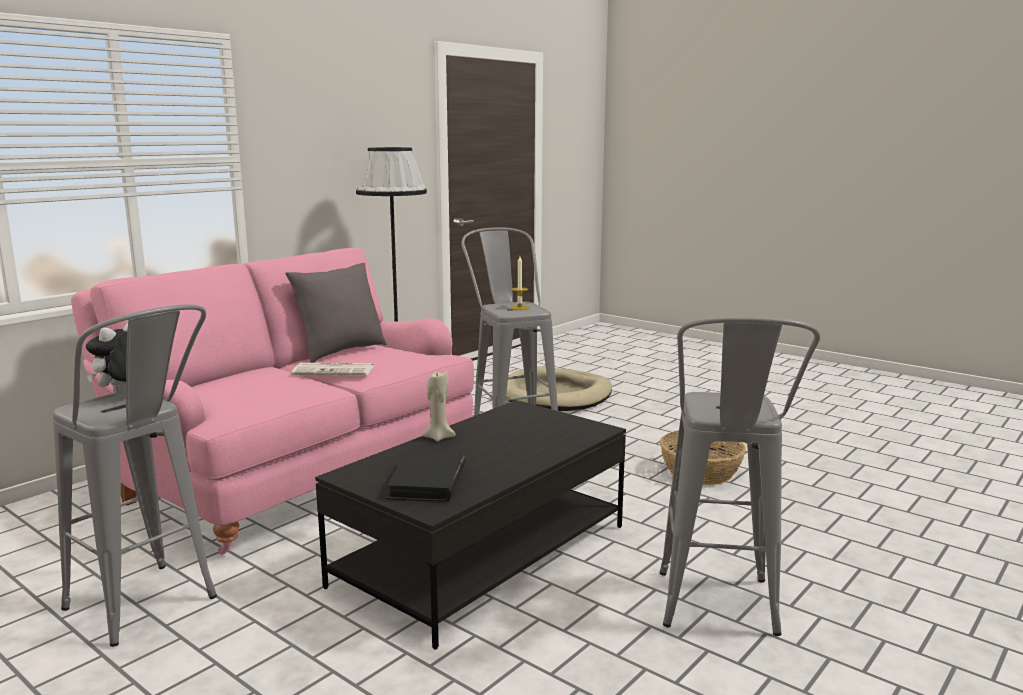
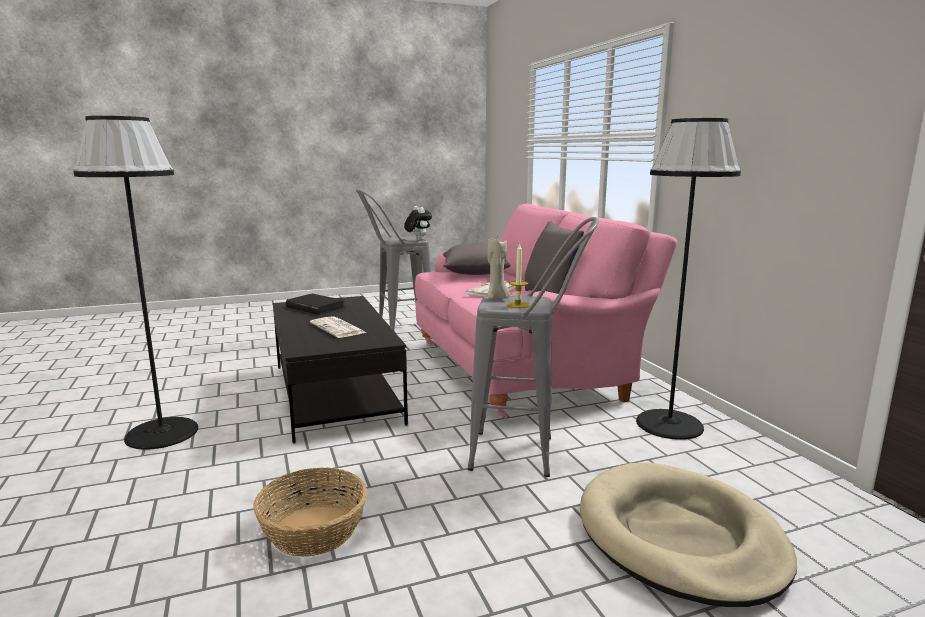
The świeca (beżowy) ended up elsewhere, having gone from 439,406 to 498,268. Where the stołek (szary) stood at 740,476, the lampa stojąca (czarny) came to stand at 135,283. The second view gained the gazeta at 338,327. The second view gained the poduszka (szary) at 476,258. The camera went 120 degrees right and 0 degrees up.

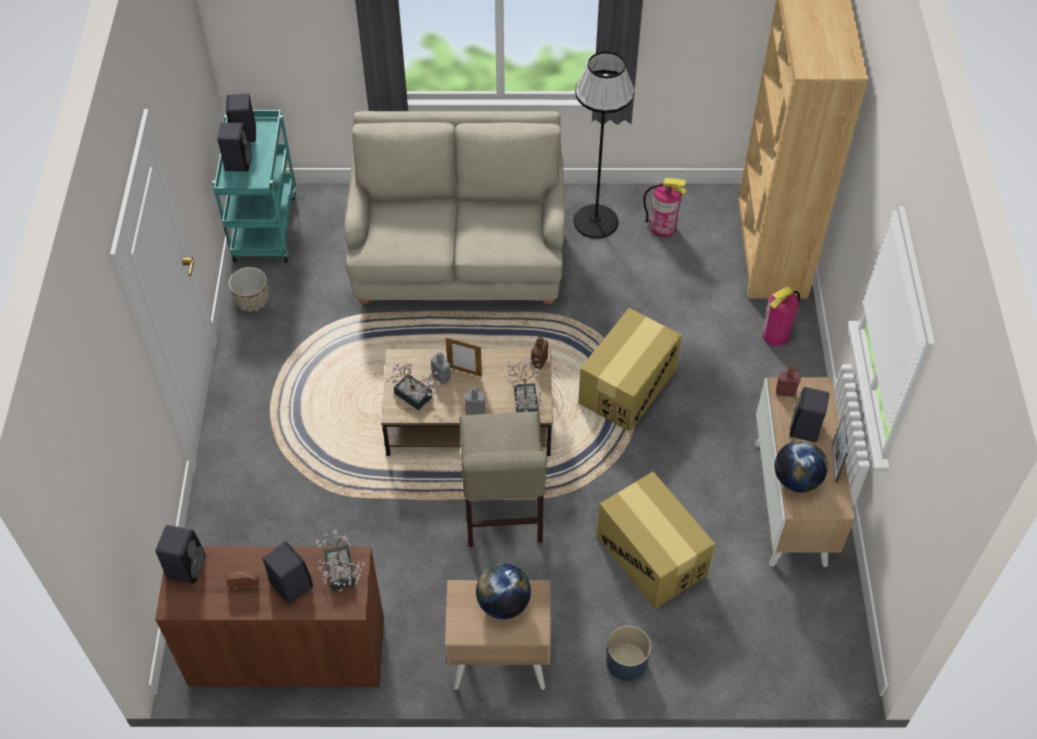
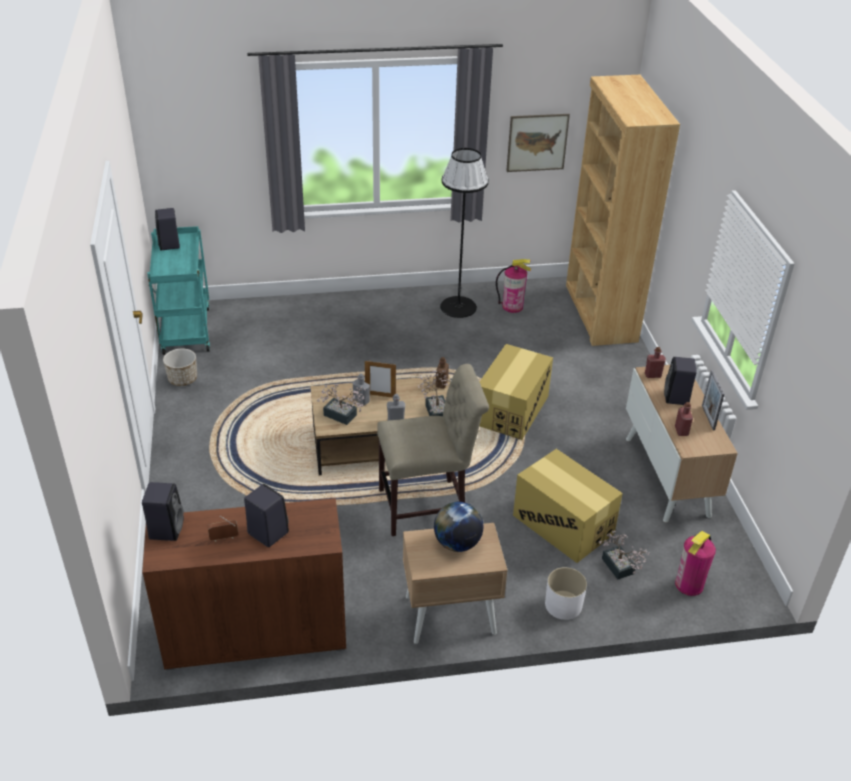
The second view lost the głośnik (czarny) at 235,147. The roślina doniczkowa ended up elsewhere, having gone from 340,561 to 624,555. The second view lost the kanapa (beżowy) at 455,208. The krzesło (beżowy) at 503,479 ended up facing another way, 90 degrees counterclockwise from before. What was the donica (niebieski) at 628,653 turned into the donica (biały) at 566,593. The gaśnica ended up elsewhere, having gone from 781,316 to 695,563. Where the globus stood at 801,466, the butelka (czerwony) came to stand at 684,419. The second view gained the obraz at 538,143. The camera went 10 degrees left and 15 degrees down.

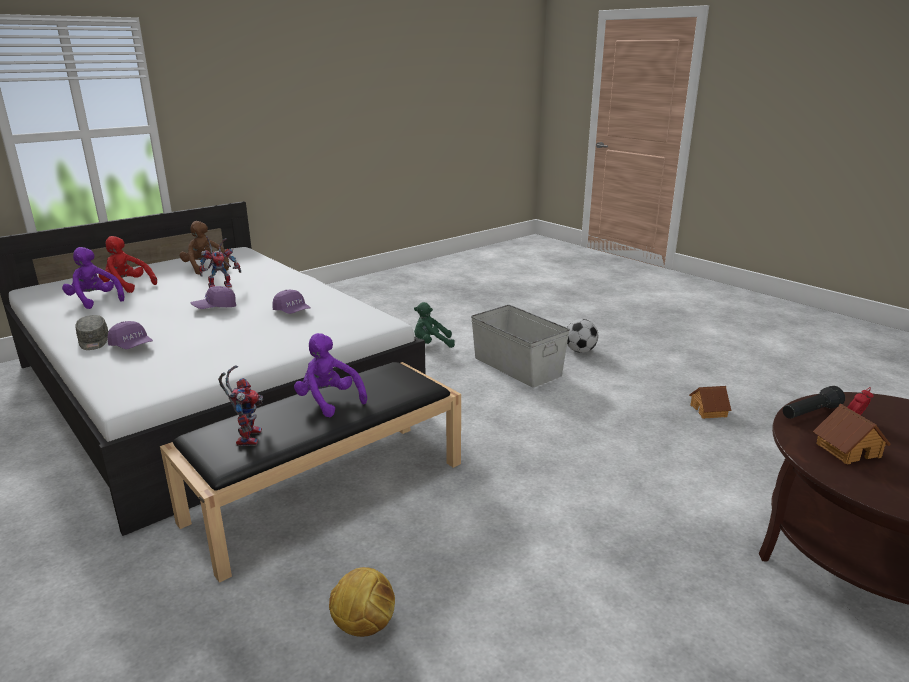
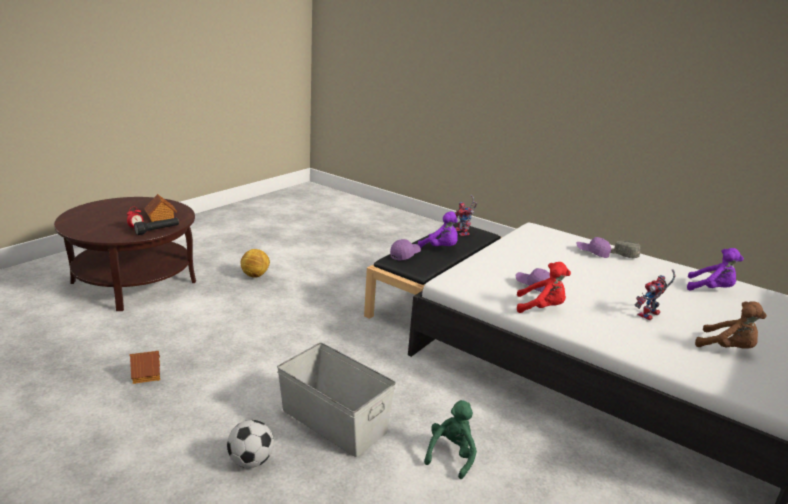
The pluszak (czerwony) ended up elsewhere, having gone from 128,264 to 544,287. The czapka z daszkiem (fioletowy) ended up elsewhere, having gone from 213,297 to 405,250. The piłka futbolowa ended up elsewhere, having gone from 362,602 to 255,263. The pluszak (zielony) at 434,325 ended up facing another way, 45 degrees counterclockwise from before. The camera went 165 degrees right and 0 degrees up.

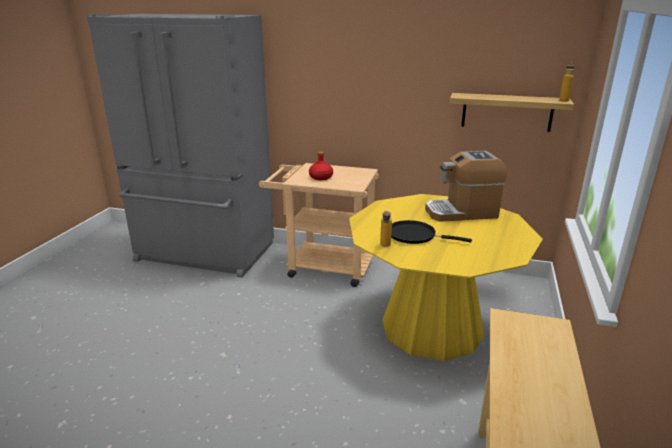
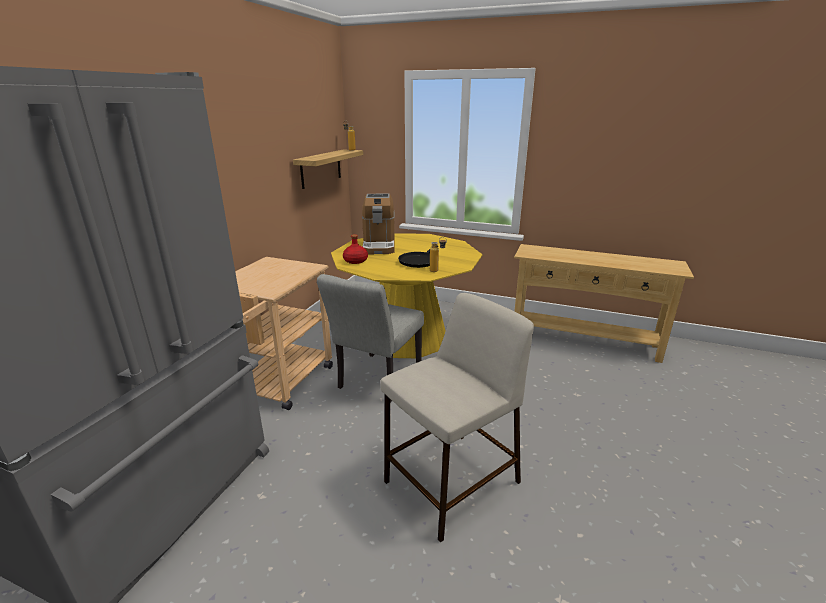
The butelka (czerwony) ended up elsewhere, having gone from 321,165 to 355,249. The second view gained the krzesło (szary) at 370,338. The second view gained the stołek (beżowy) at 457,417. The camera went 85 degrees left and 0 degrees up.

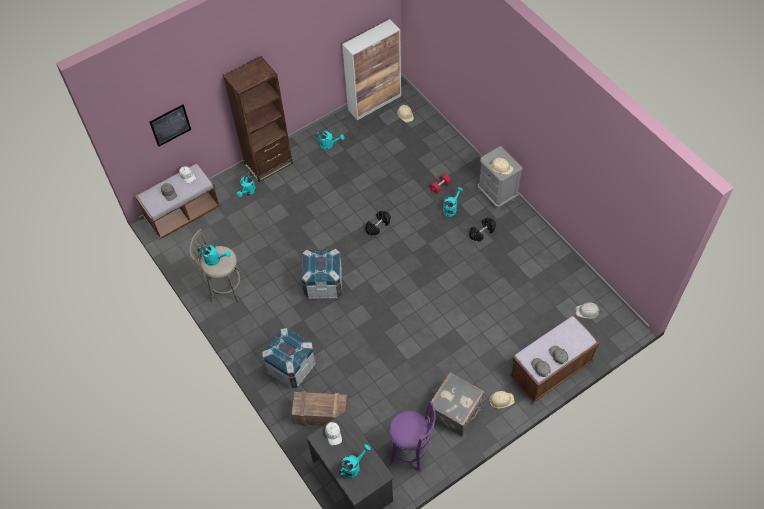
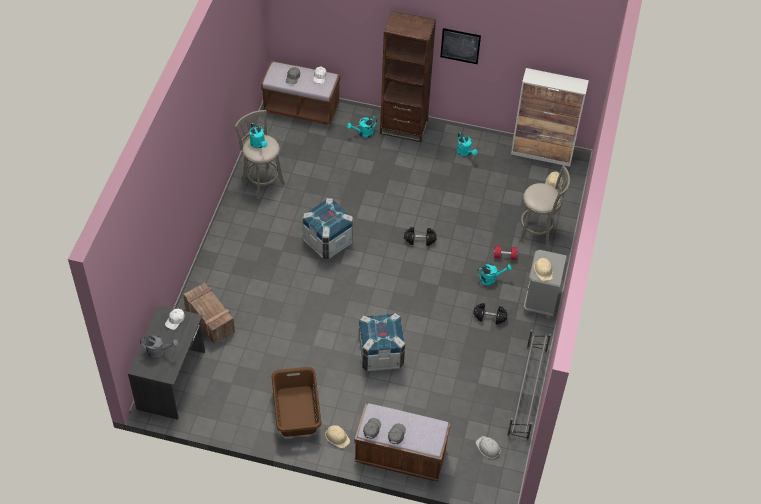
The obraz ended up elsewhere, having gone from 170,125 to 460,46. The skrzynka ended up elsewhere, having gone from 289,358 to 382,342. What was the konewka (turkusowy) at 355,461 turned into the konewka (szary) at 159,347. The second view lost the stołek (fioletowy) at 412,436. Where the walizka (szary) stood at 457,404, the kosz na pranie (brązowy) came to stand at 296,402. The second view gained the regał na buty (szary) at 529,385. The second view gained the stołek (szary) at 544,206. The camera went 45 degrees right and 5 degrees down.

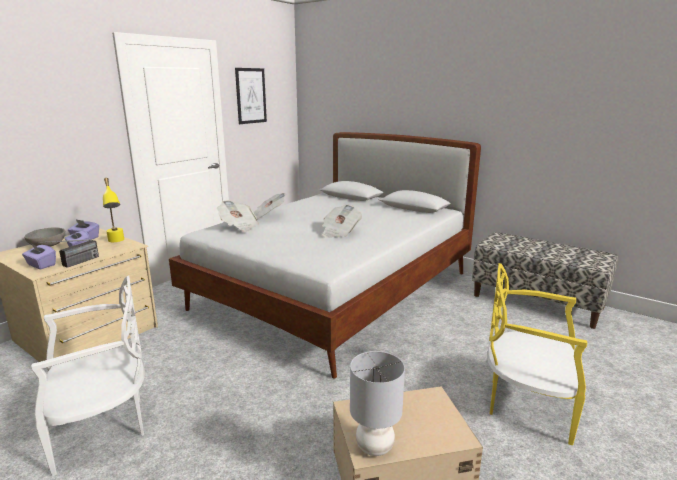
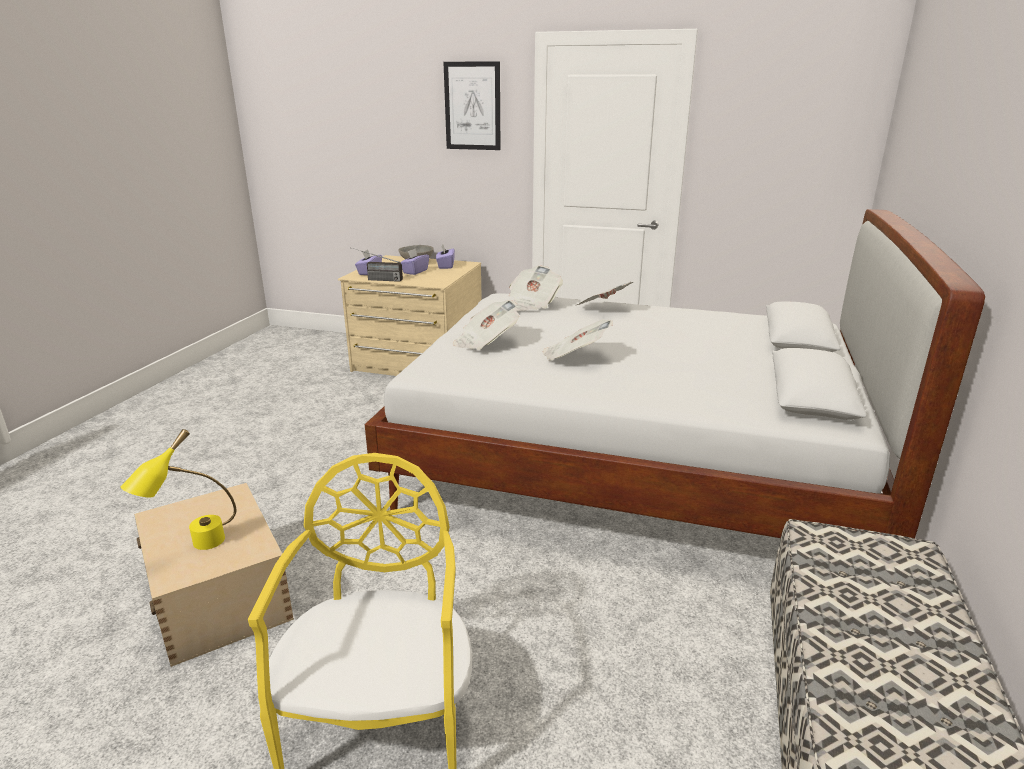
The second view lost the krzesło (biały) at 88,376. The lampa stołowa (żółty) ended up elsewhere, having gone from 113,210 to 178,489. The obraz ended up elsewhere, having gone from 251,96 to 471,105. The second view lost the lampa stołowa (szary) at 377,403. The second view gained the gazeta at 486,325. The camera went 70 degrees right and 5 degrees up.

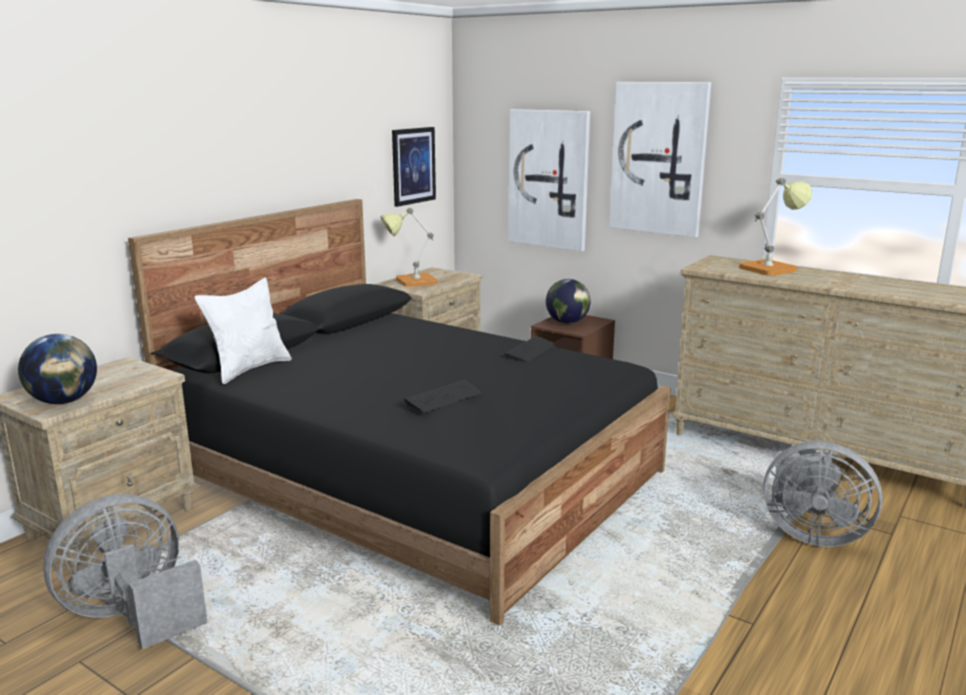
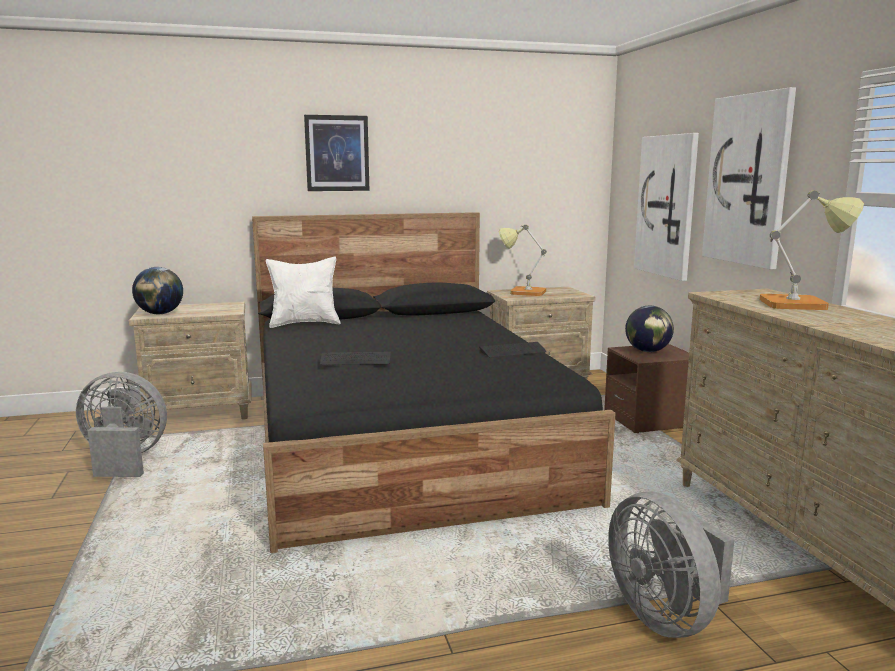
The obraz ended up elsewhere, having gone from 414,167 to 336,153. The camera went 40 degrees right and 5 degrees down.

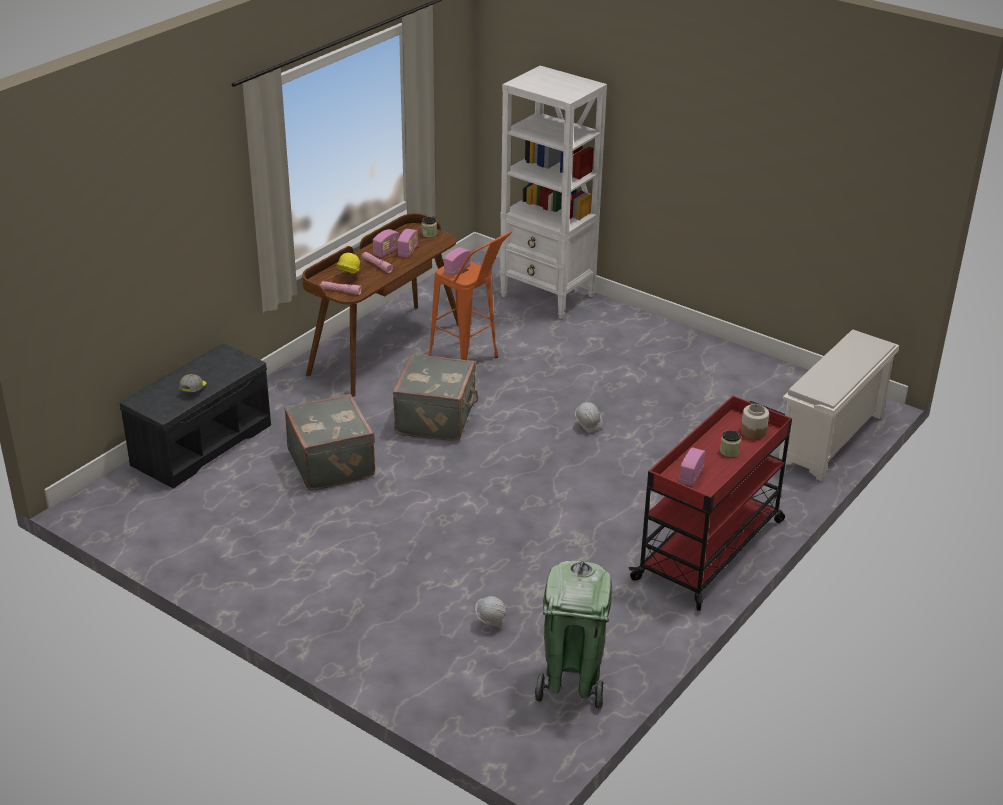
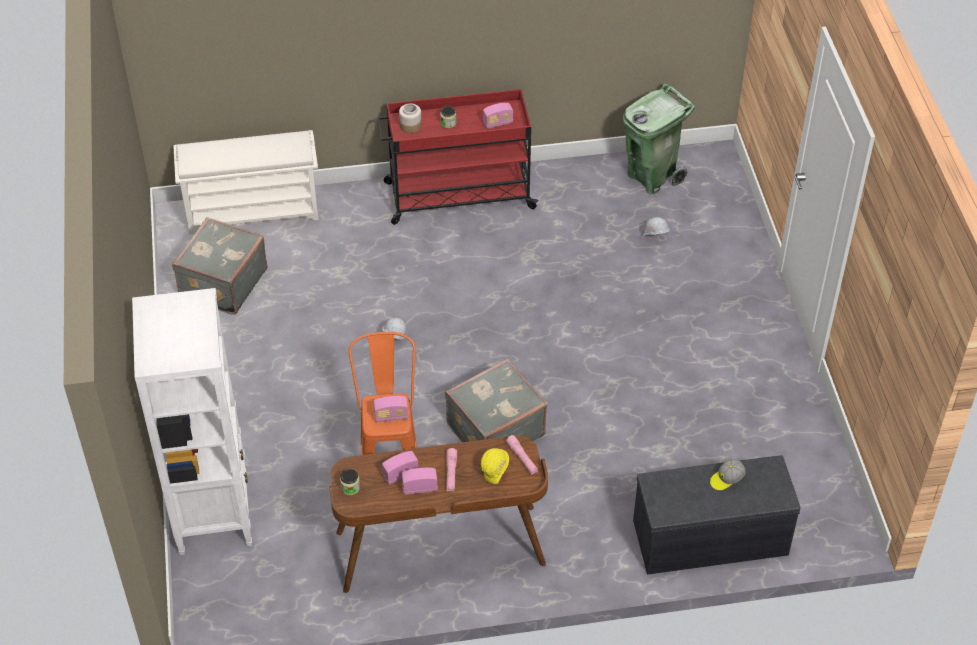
The walizka (szary) ended up elsewhere, having gone from 329,442 to 220,266. The camera went 135 degrees left and 15 degrees up.

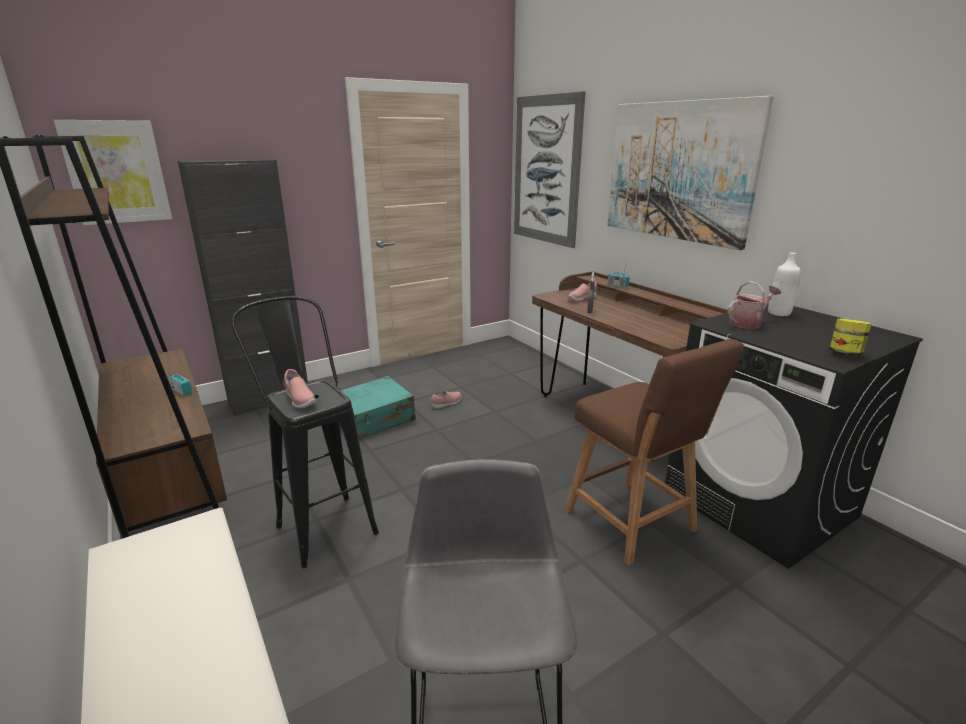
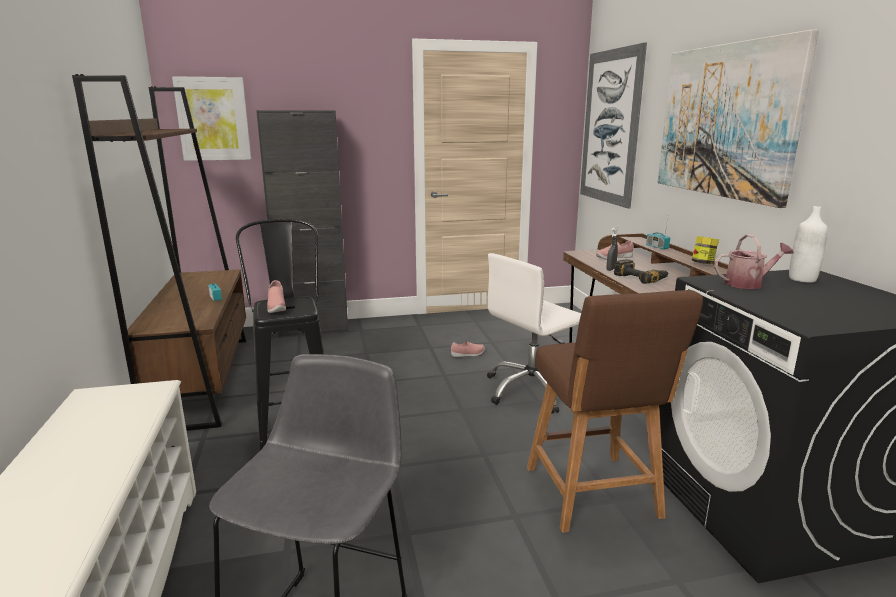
The second view lost the walizka (turkusowy) at 377,407. The słoik ended up elsewhere, having gone from 850,337 to 705,250. The second view gained the krzesło biurowe (biały) at 534,333. The second view gained the wiertarka at 641,271. The camera went 20 degrees right and 5 degrees down.

